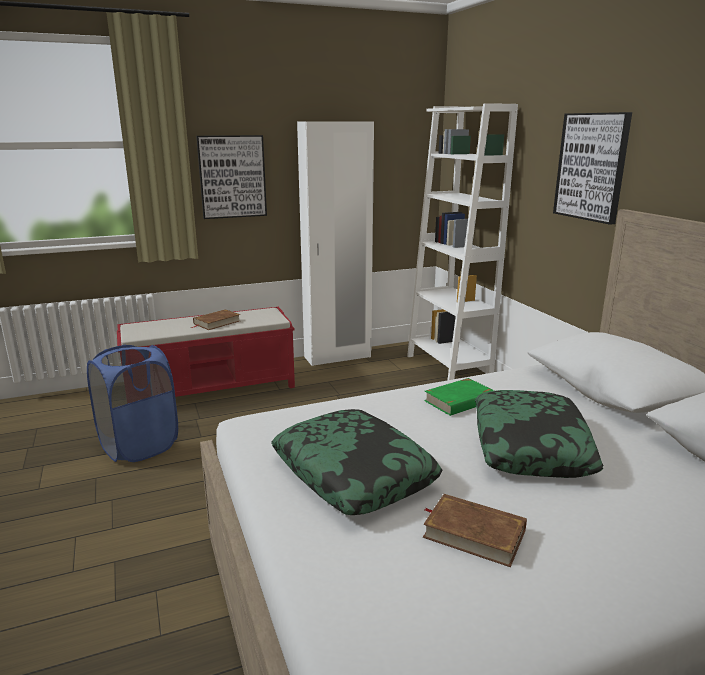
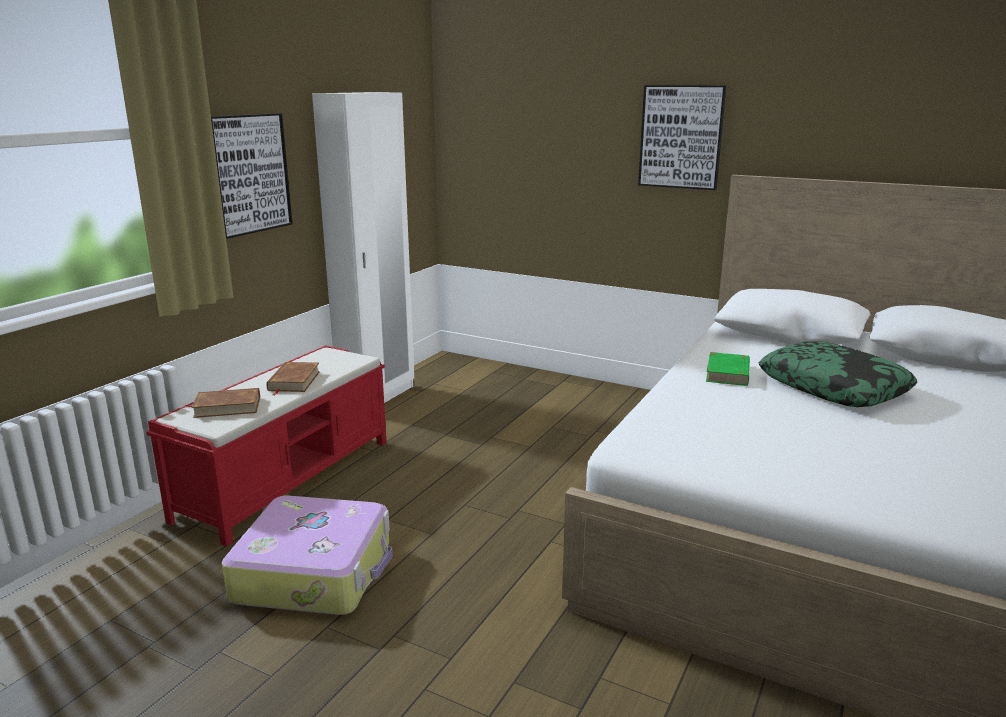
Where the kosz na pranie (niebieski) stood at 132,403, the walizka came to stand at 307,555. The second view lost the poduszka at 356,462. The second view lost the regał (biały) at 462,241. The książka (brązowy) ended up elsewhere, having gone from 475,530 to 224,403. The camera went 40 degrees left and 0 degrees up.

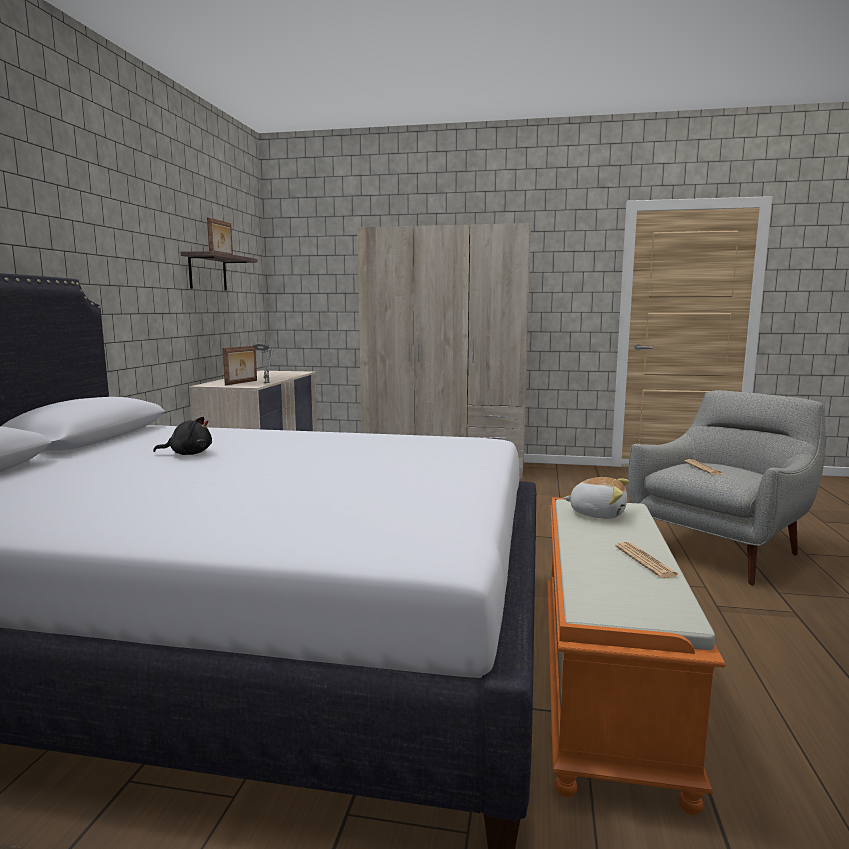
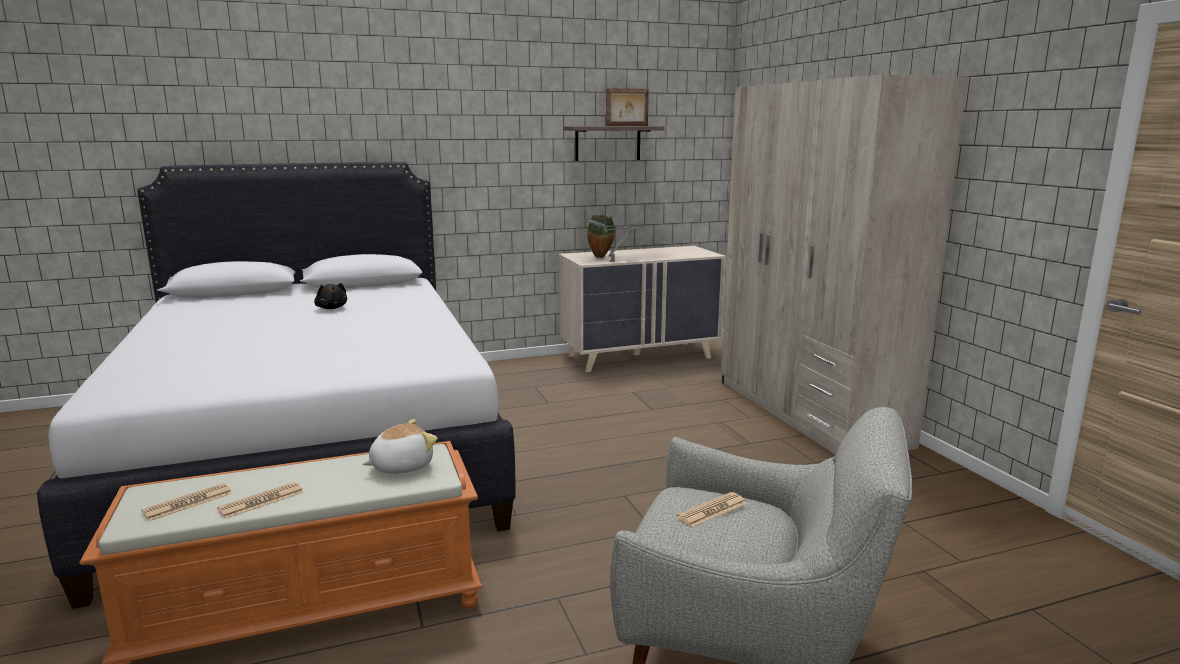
Where the ramka na zdjęcie stood at 239,366, the wazon came to stand at 601,236. The pluszak at 596,498 ended up facing another way, 120 degrees counterclockwise from before. The second view gained the gazeta at 186,502. The camera went 60 degrees right and 5 degrees up.

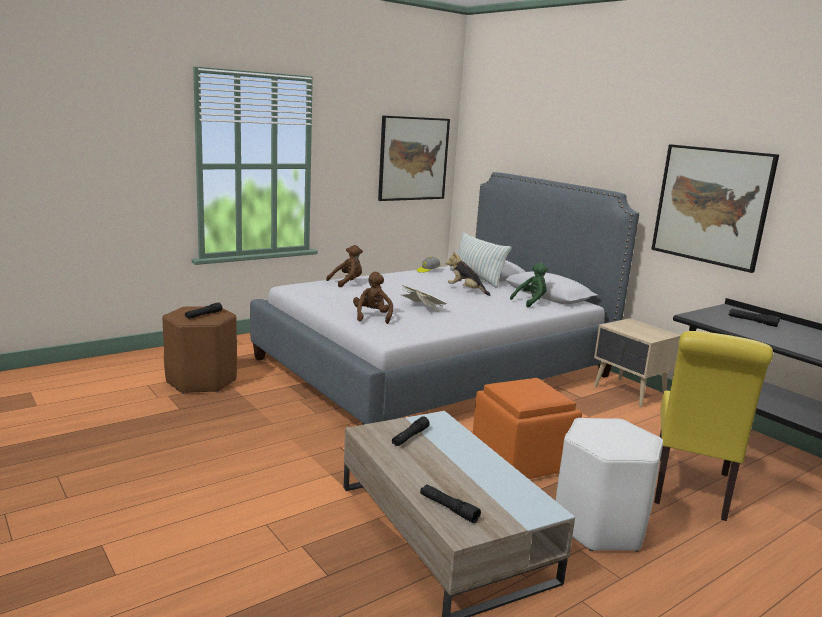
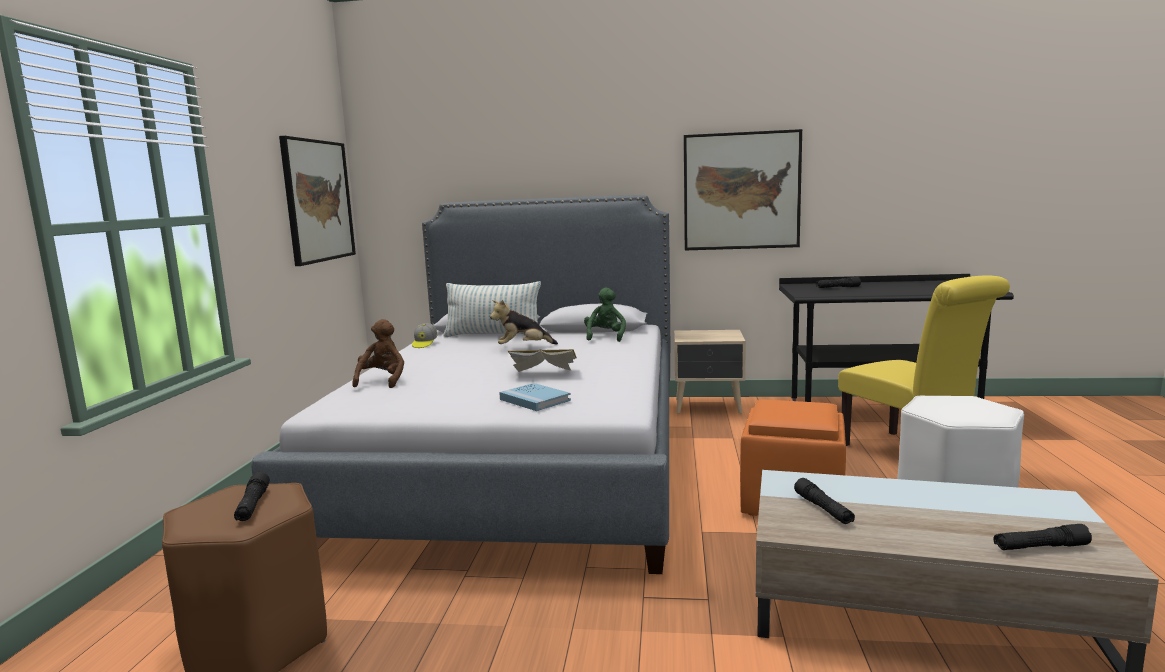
Where the pluszak (brązowy) stood at 373,298, the książka (niebieski) came to stand at 535,397. The camera went 45 degrees left and 5 degrees down.

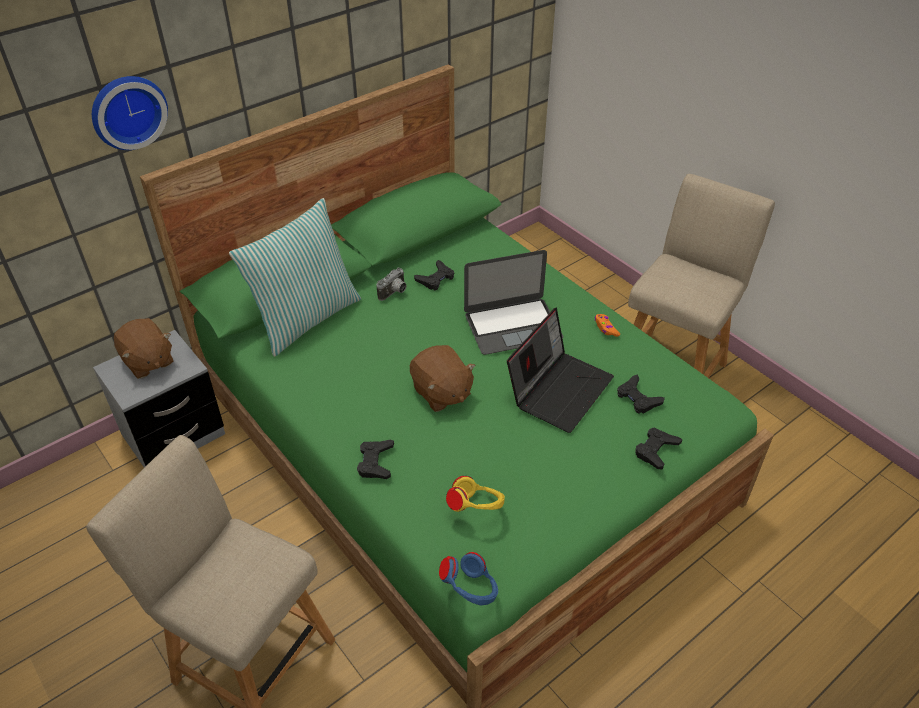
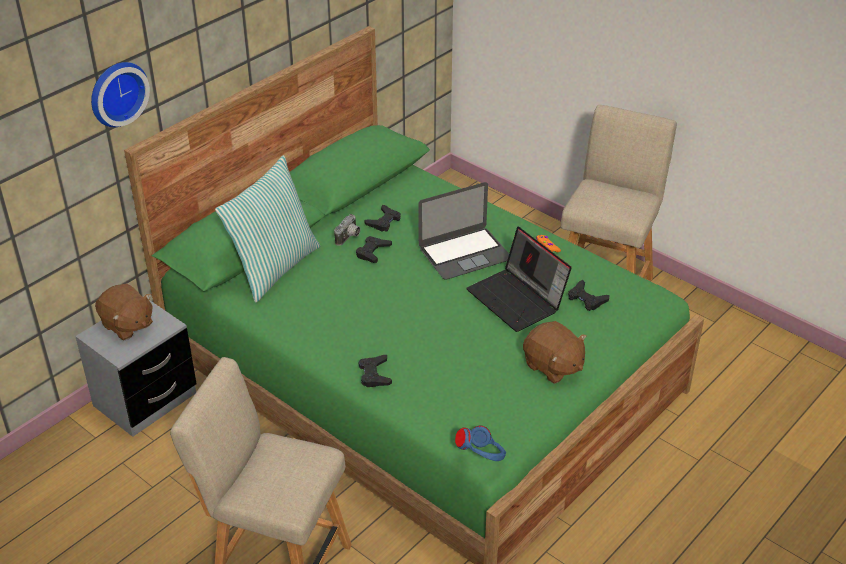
The pluszak (brązowy) ended up elsewhere, having gone from 443,378 to 555,352. The second view lost the słuchawki (żółty) at 475,494. The laptop at 560,370 ended up facing another way, 120 degrees clockwise from before. The pad do gier (czarny) ended up elsewhere, having gone from 658,448 to 374,249. The camera went 10 degrees left and 5 degrees down.

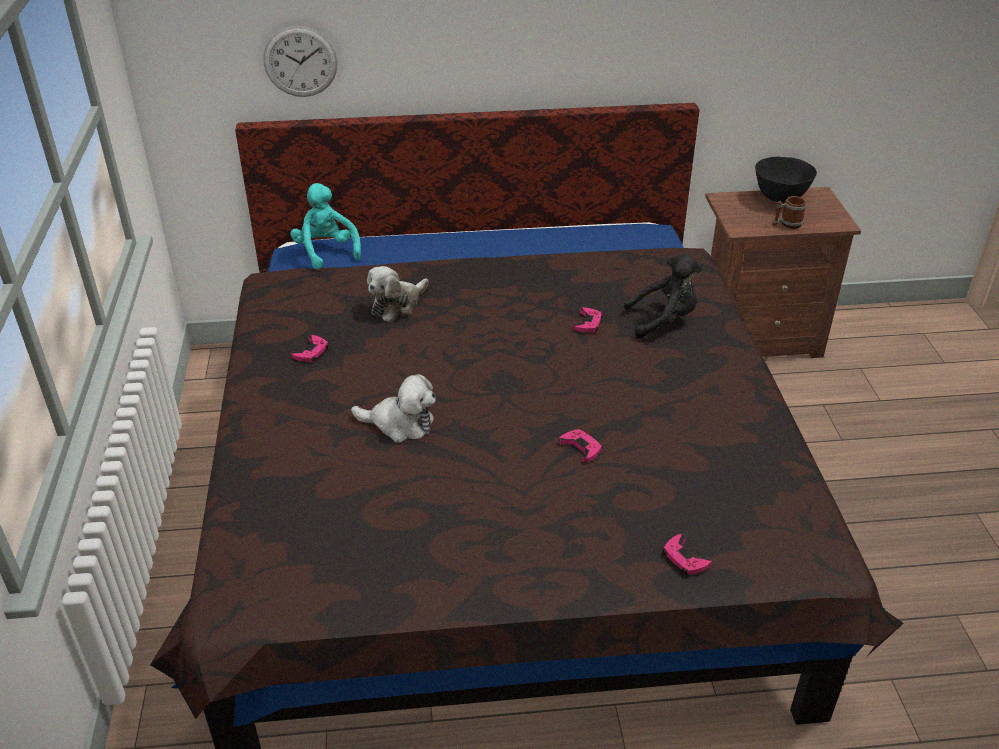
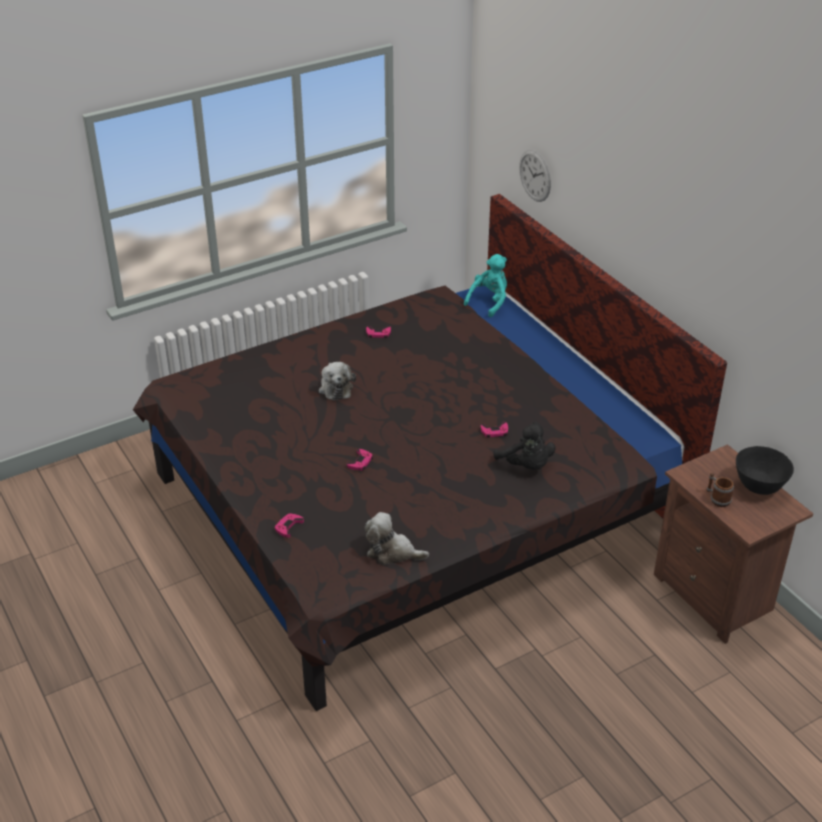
The pluszak ended up elsewhere, having gone from 398,294 to 397,538. The camera went 65 degrees right and 0 degrees up.

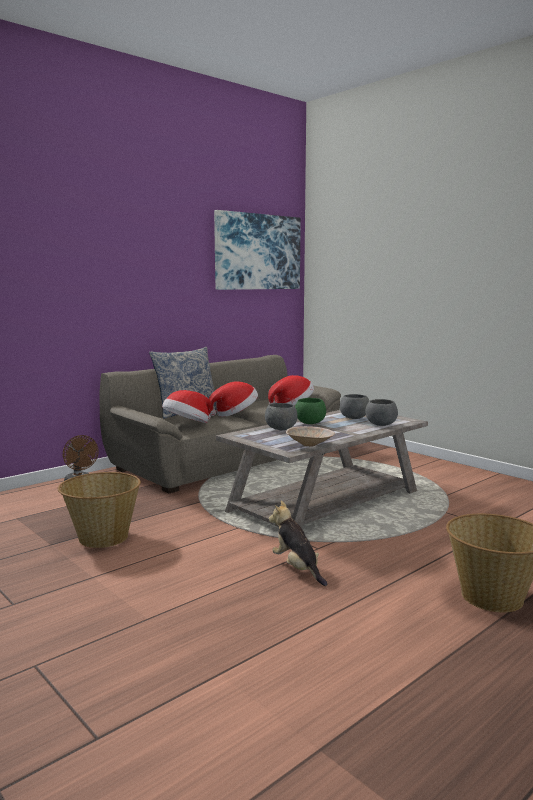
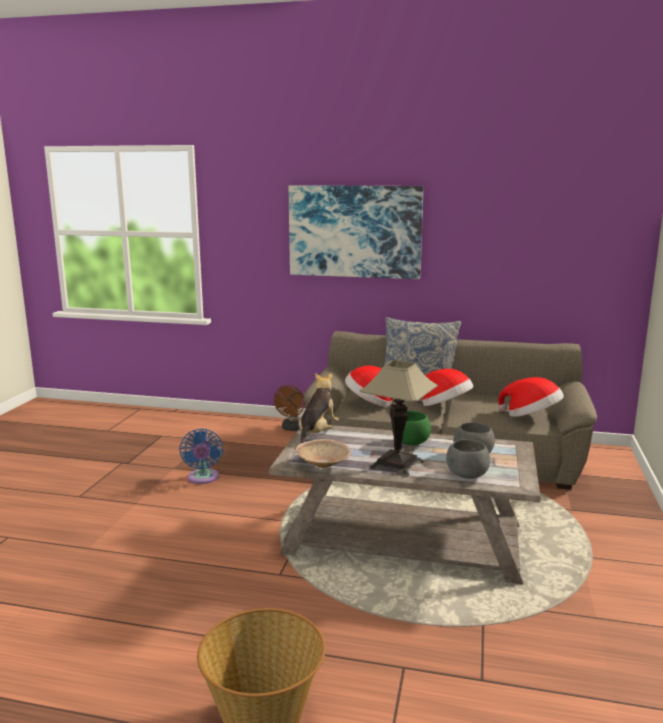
Where the koszyk stood at 99,510, the wentylator (niebieski) came to stand at 201,456. The obraz ended up elsewhere, having gone from 257,250 to 356,232. The second view lost the miska (szary) at 281,416. The pluszak ended up elsewhere, having gone from 298,543 to 319,408. The second view gained the lampa stołowa at 399,418. The camera went 55 degrees right and 5 degrees up.

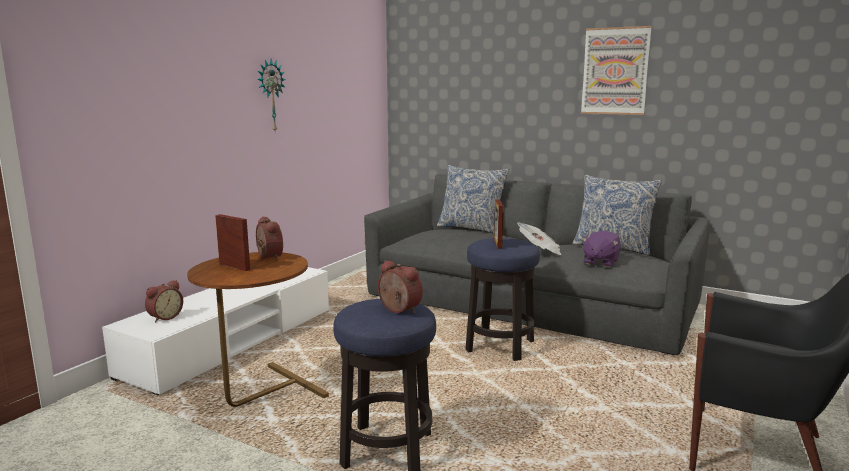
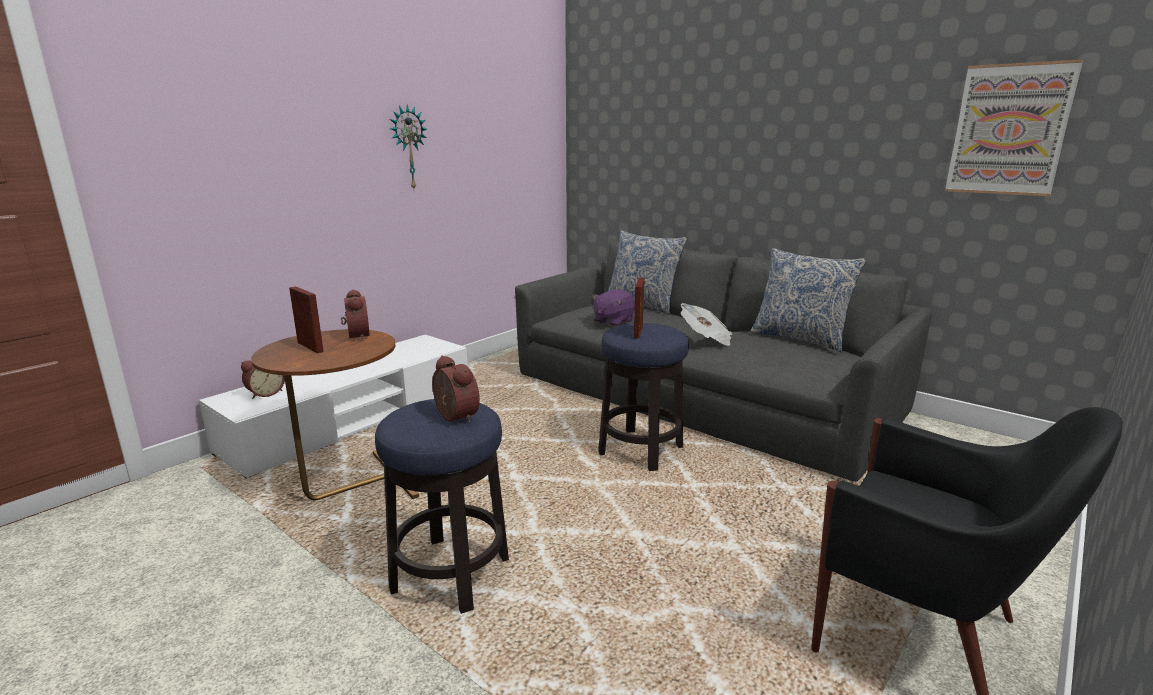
The obraz ended up elsewhere, having gone from 616,70 to 1014,127. The pluszak (fioletowy) ended up elsewhere, having gone from 601,249 to 613,308. The camera went 10 degrees right and 5 degrees up.

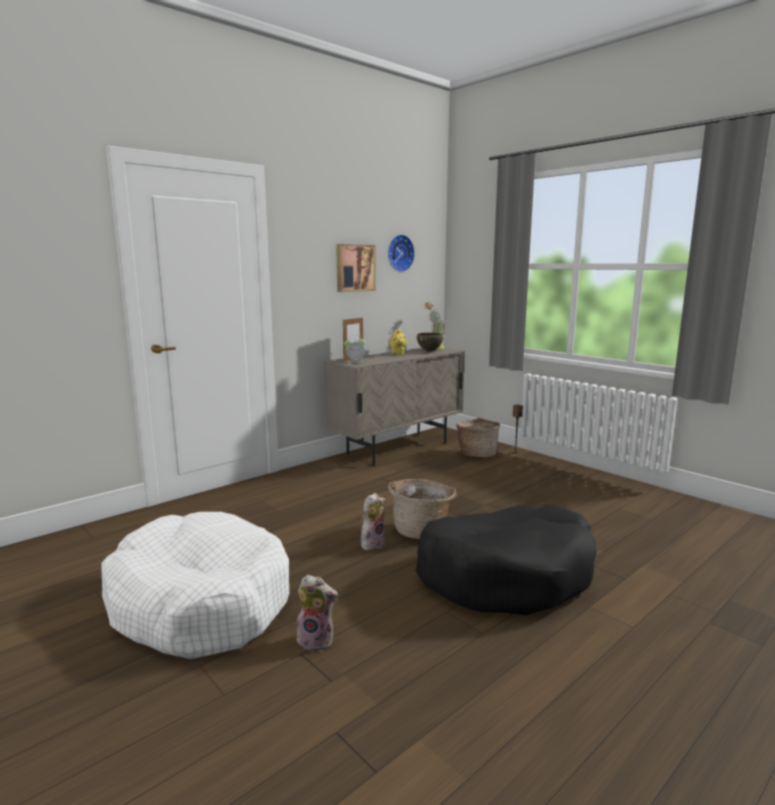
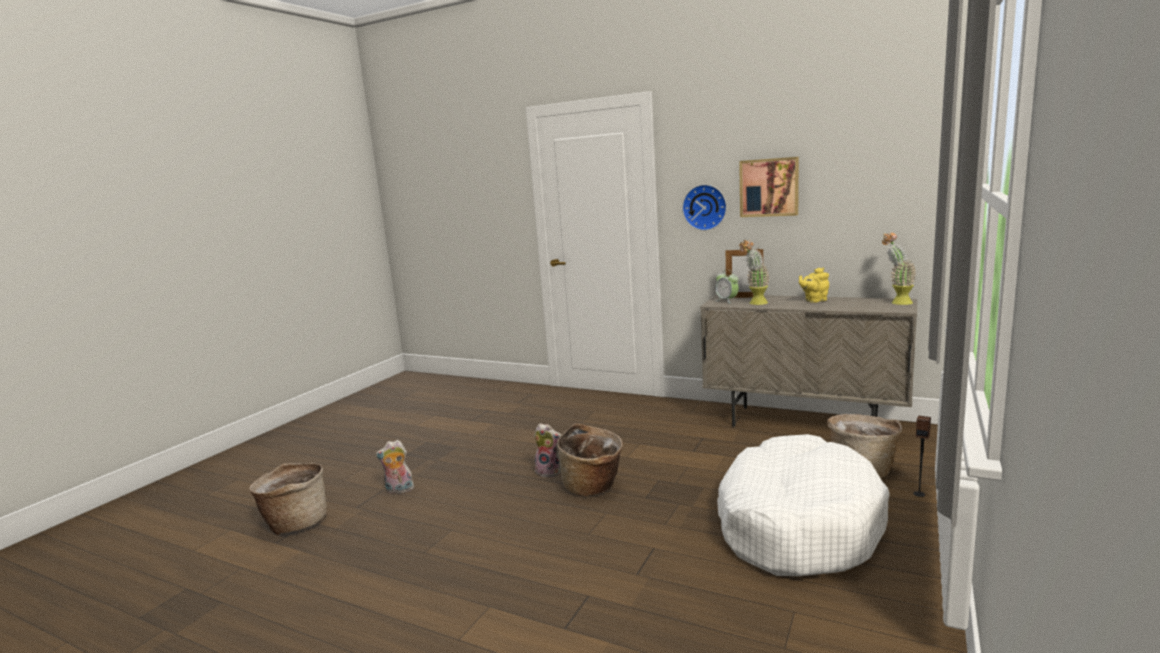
The legowisko (biały) ended up elsewhere, having gone from 195,585 to 803,505. The pluszak at 317,613 ended up facing another way, 90 degrees clockwise from before. The zegar ścienny ended up elsewhere, having gone from 401,253 to 704,207. The second view lost the legowisko (czarny) at 506,559. The second view lost the miska (brązowy) at 430,342. The second view gained the koszyk at 288,499. The second view gained the roślina doniczkowa at 754,272. The camera went 70 degrees right and 0 degrees up.

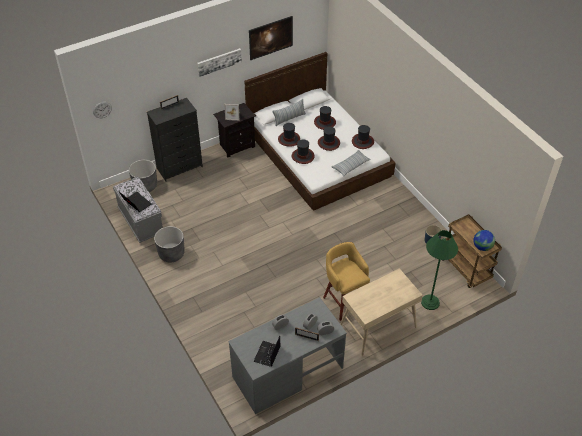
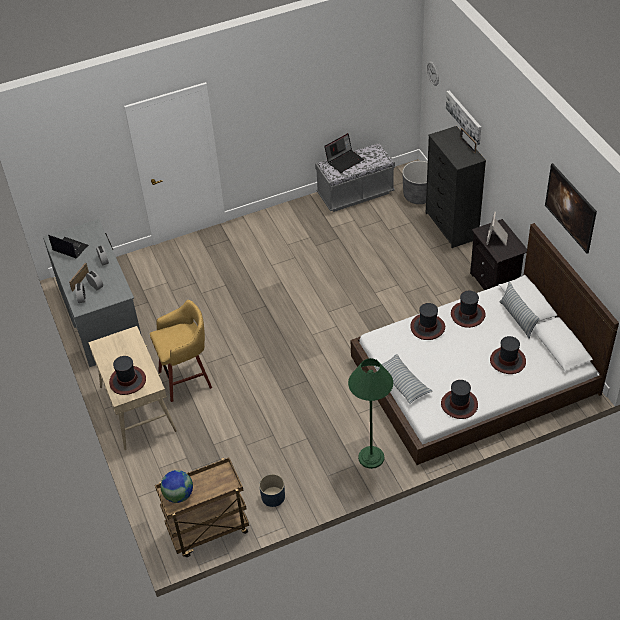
The second view lost the donica (szary) at 169,244. The obraz ended up elsewhere, having gone from 219,62 to 463,117. The kapelusz ended up elsewhere, having gone from 329,138 to 127,375. The lampa stojąca (zielony) ended up elsewhere, having gone from 439,270 to 370,413. The camera went 100 degrees right and 0 degrees up.

